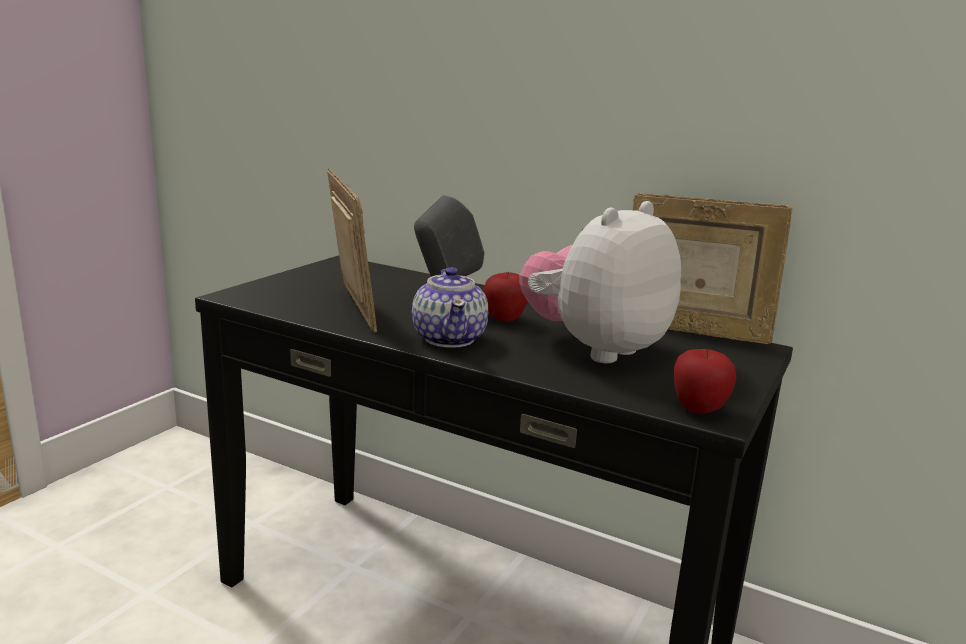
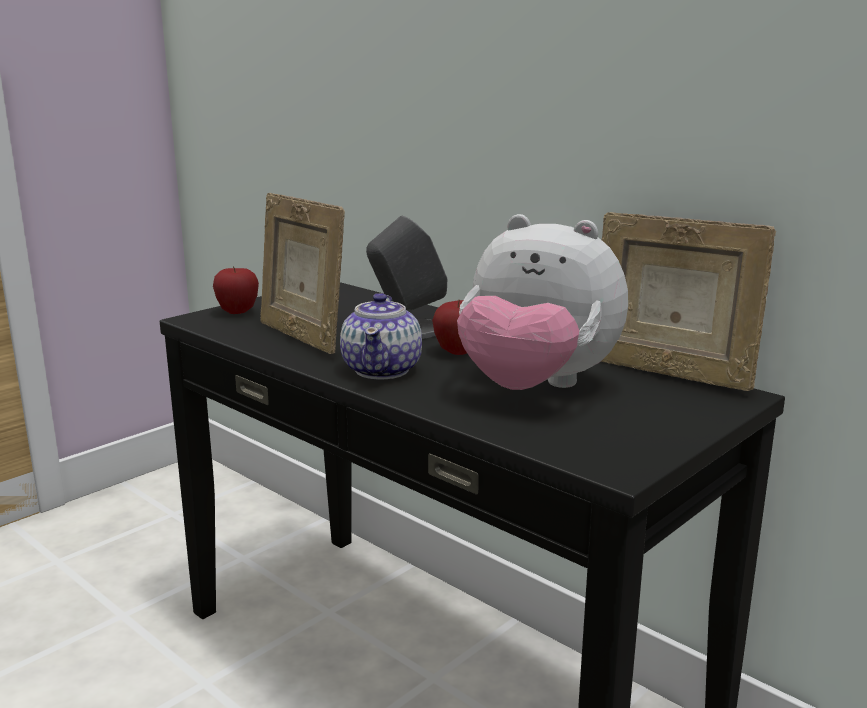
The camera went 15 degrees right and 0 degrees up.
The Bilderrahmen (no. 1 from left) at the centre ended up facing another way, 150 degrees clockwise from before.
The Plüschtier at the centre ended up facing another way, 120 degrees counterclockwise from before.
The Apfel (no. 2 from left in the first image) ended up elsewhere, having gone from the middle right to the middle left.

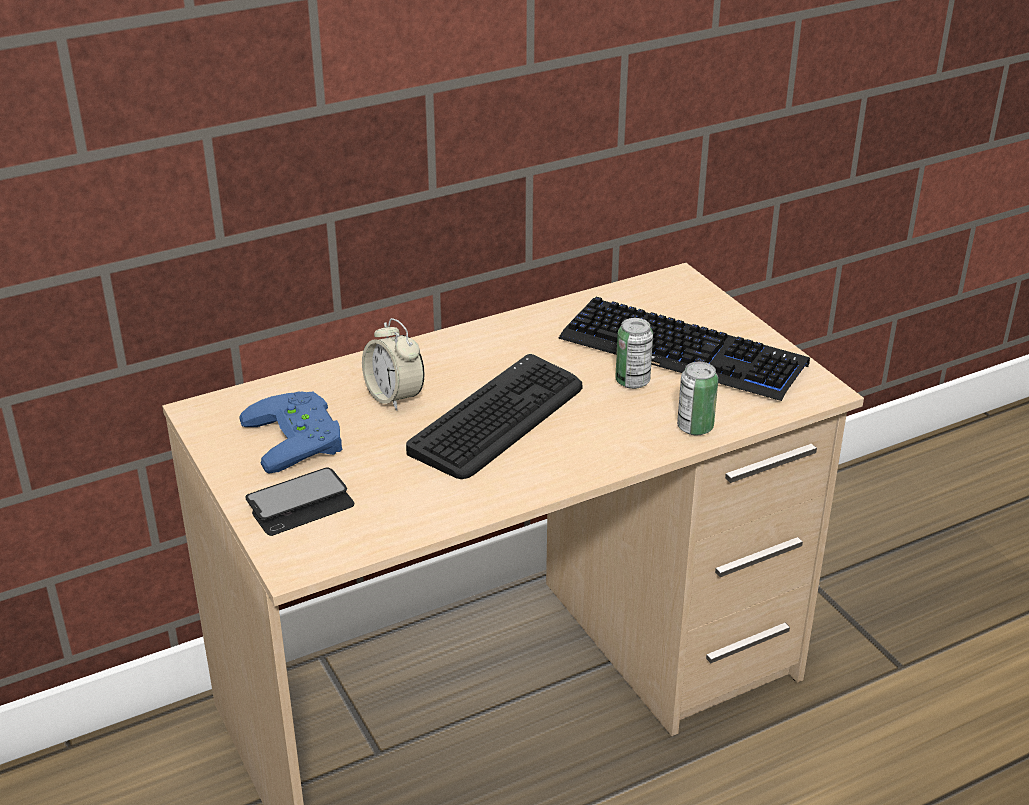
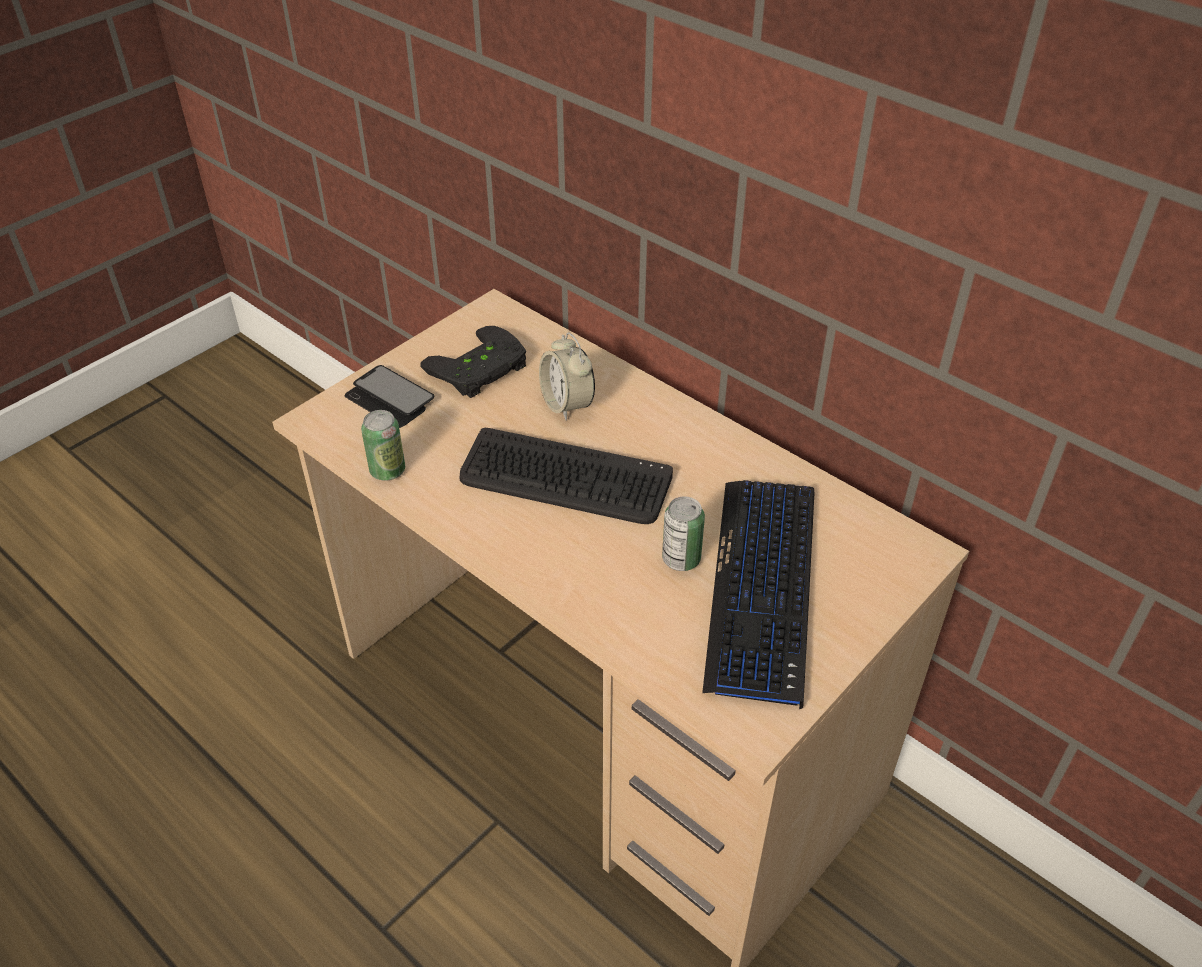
The camera went 70 degrees right and 10 degrees up.
What was the Gamepad (blau) at the middle left turned into the Gamepad (schwarz) at the centre.
The Wecker at the centre ended up facing another way, 60 degrees counterclockwise from before.
The Dose (no. 2 from left in the first image) ended up elsewhere, having gone from the middle right to the middle left.

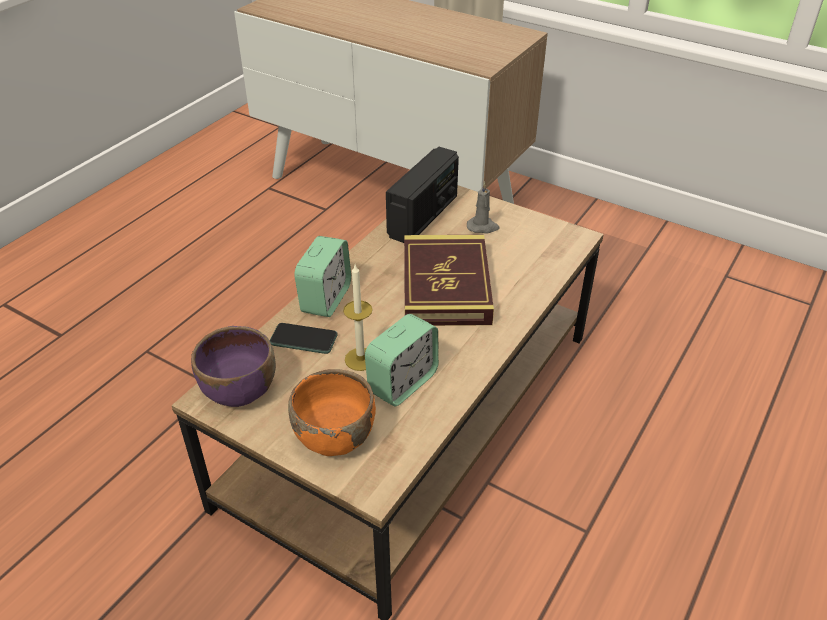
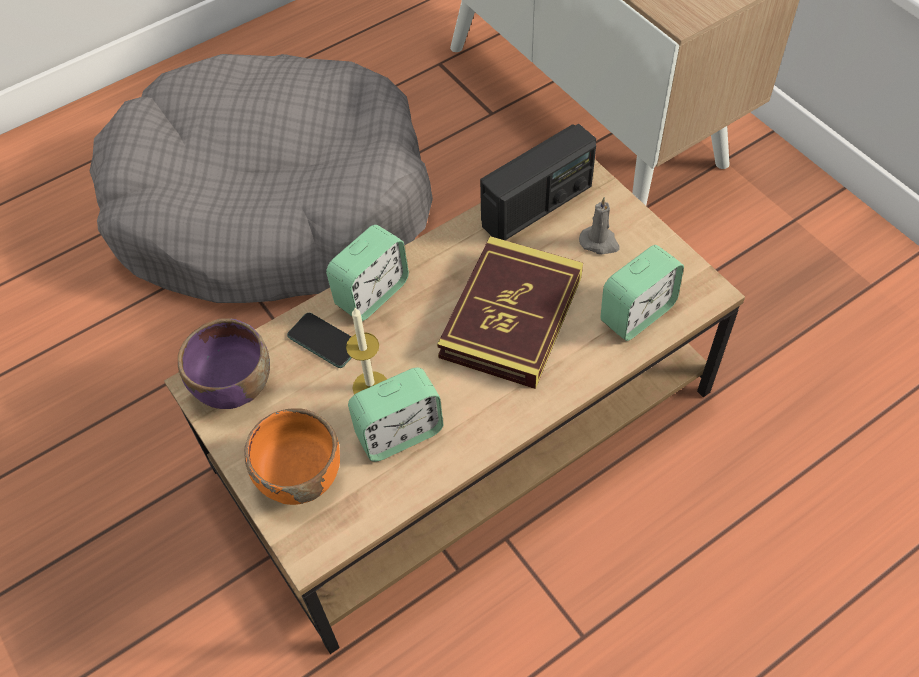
The camera went 25 degrees right and 15 degrees up.
The second view gained the Hundebett (grau) at the top left.
The second view gained the Wecker (no. 3 from left) at the middle right.

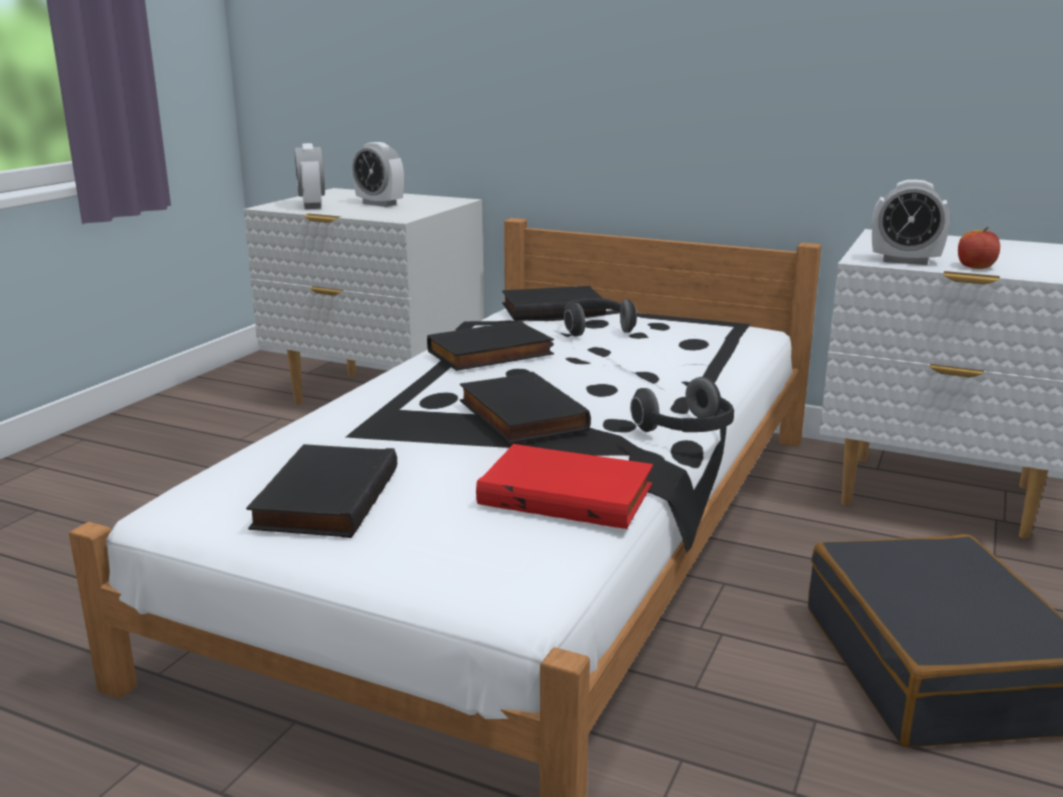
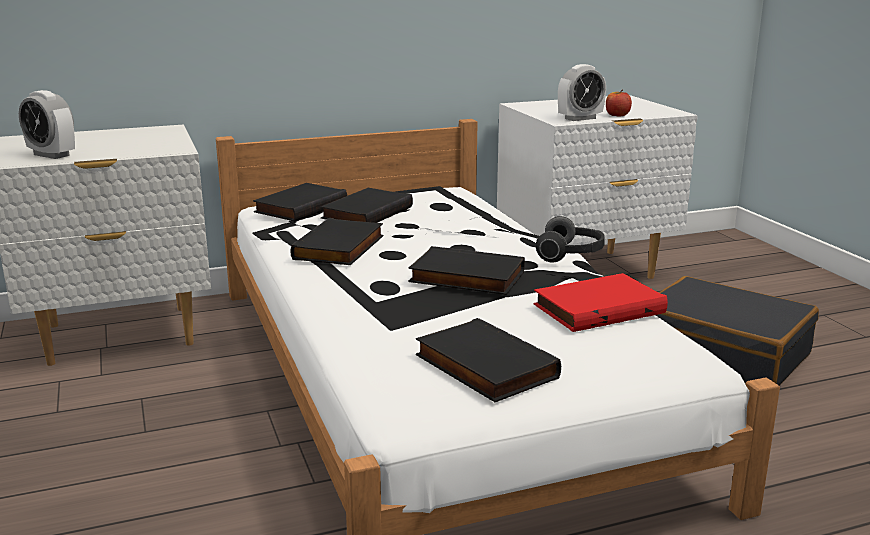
The camera went 45 degrees left and 0 degrees up.
The second view lost the Wecker (no. 2 from left) at the top centre.
Where the Kopfhörer (no. 1 from left) stood at the centre, the Buch (schwarz) (no. 3 from left) came to stand at the centre.

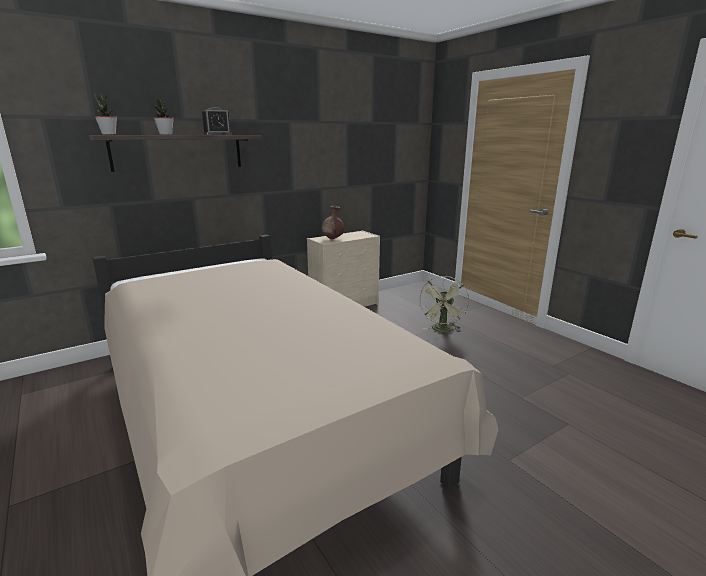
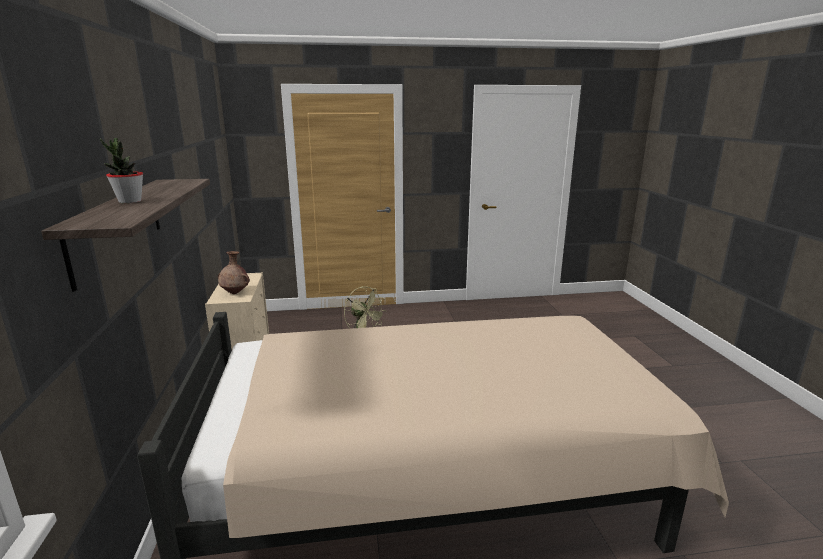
The camera went 65 degrees left and 0 degrees up.
The second view lost the Topfpflanze (no. 1 from left) at the top left.
The second view lost the Wecker at the top left.

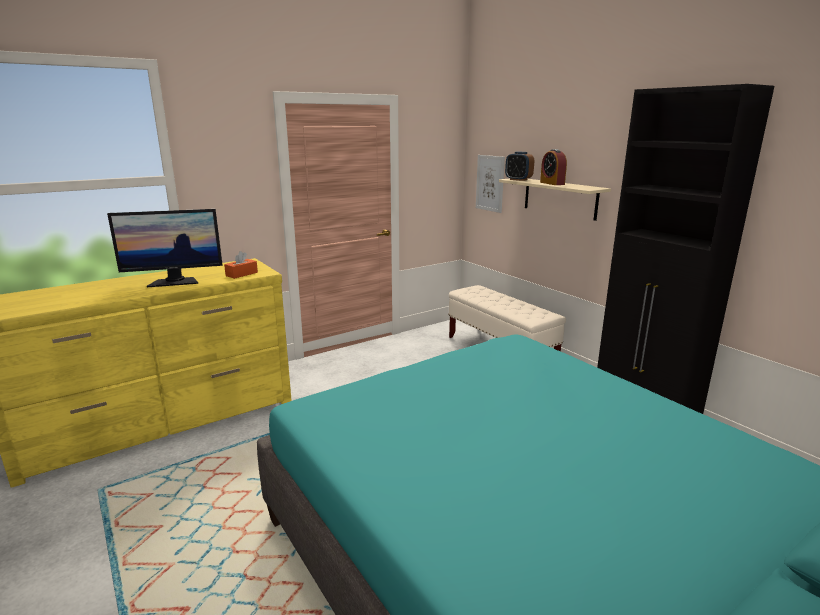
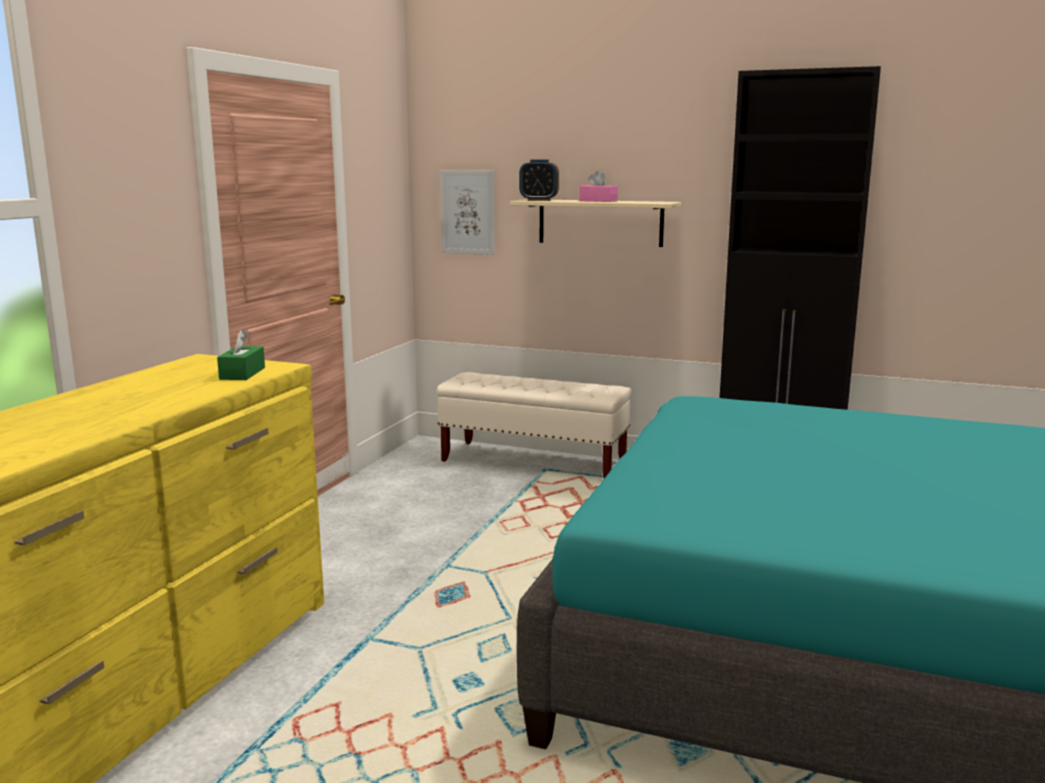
The camera went 35 degrees left and 5 degrees down.
The second view lost the Monitor at the middle left.
What was the Taschentuchbox (orange) at the middle left turned into the Taschentuchbox (grün) at the middle left.
Where the Wecker (no. 2 from left) stood at the top right, the Taschentuchbox (rosa) came to stand at the top centre.

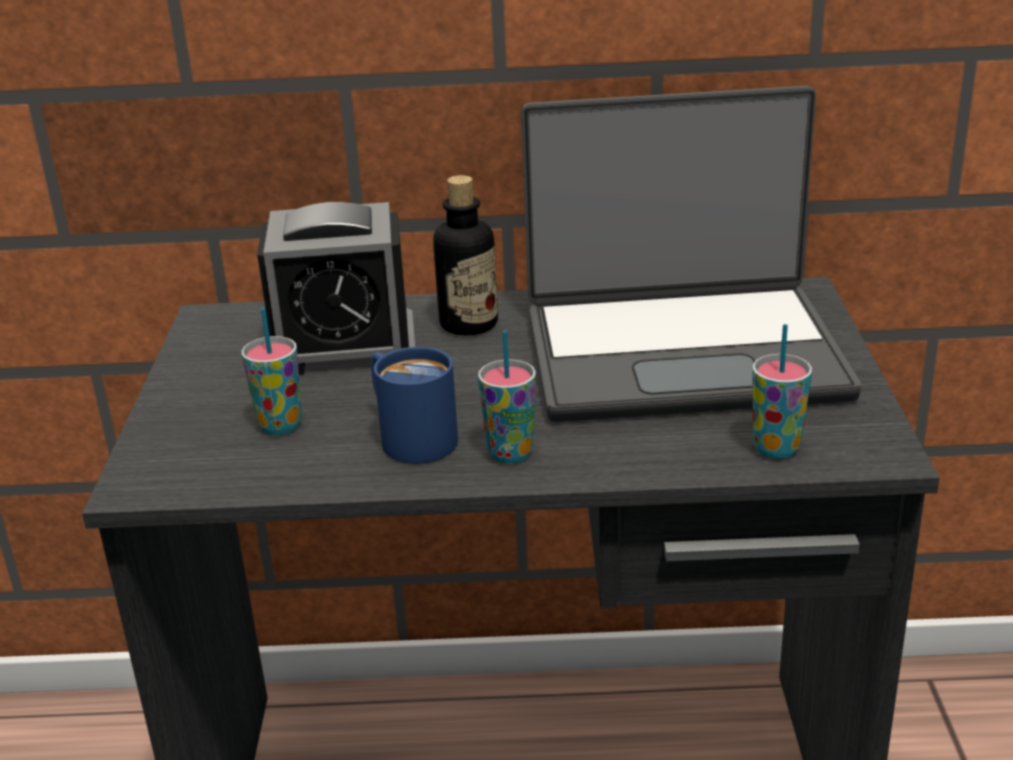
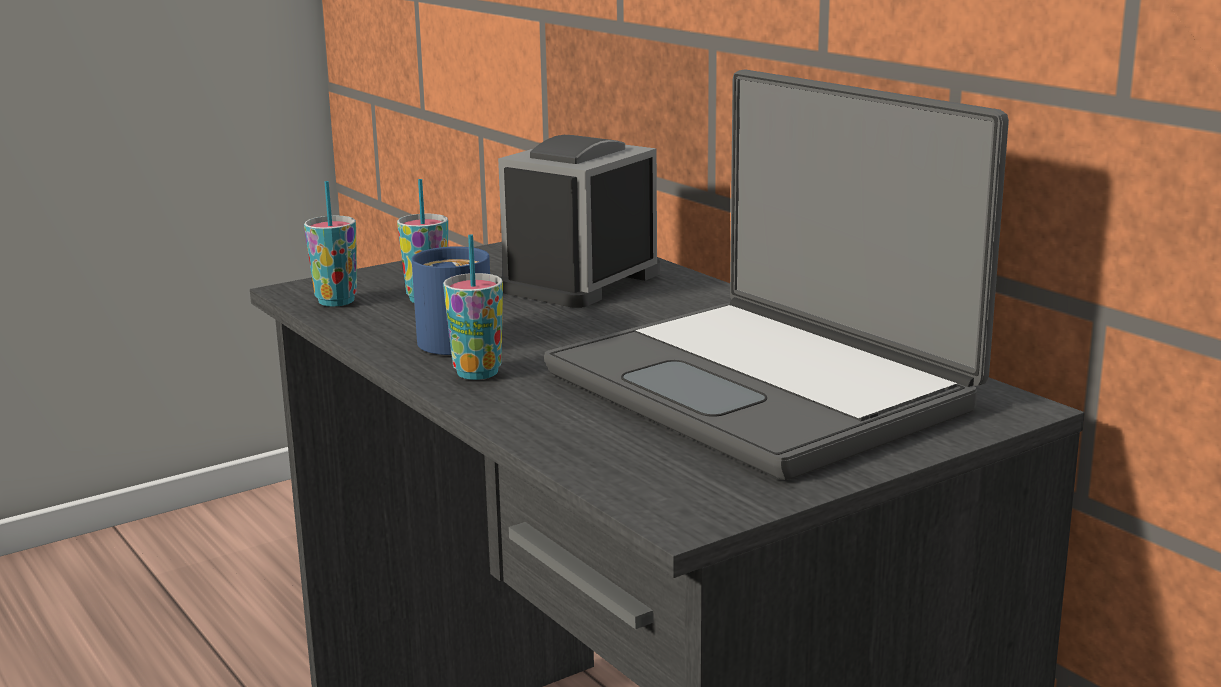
The camera went 55 degrees right and 10 degrees down.
The Wecker at the middle left ended up facing another way, 75 degrees clockwise from before.
The second view lost the Flasche at the centre.
The Tasse (no. 3 from left in the first image) ended up elsewhere, having gone from the middle right to the middle left.

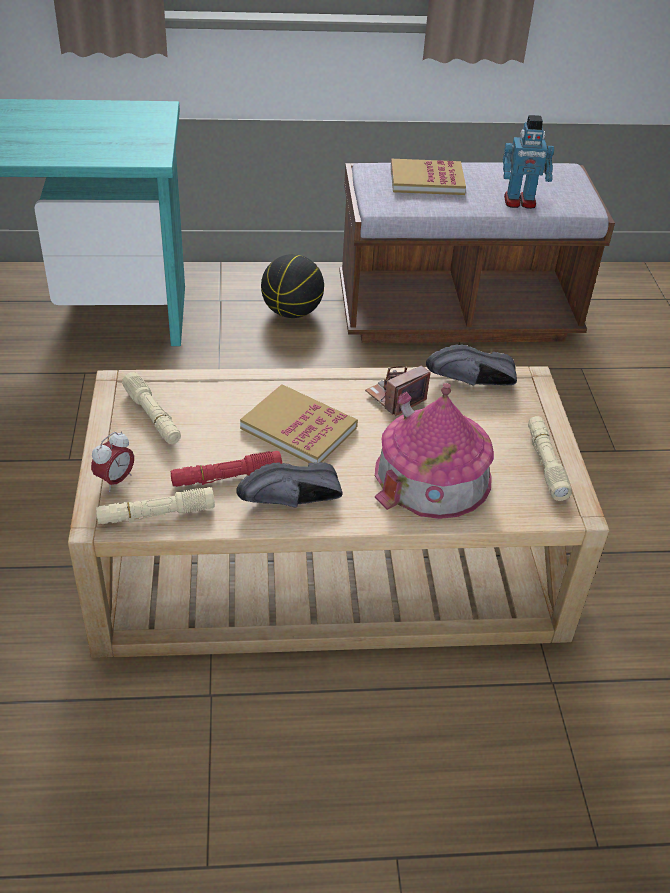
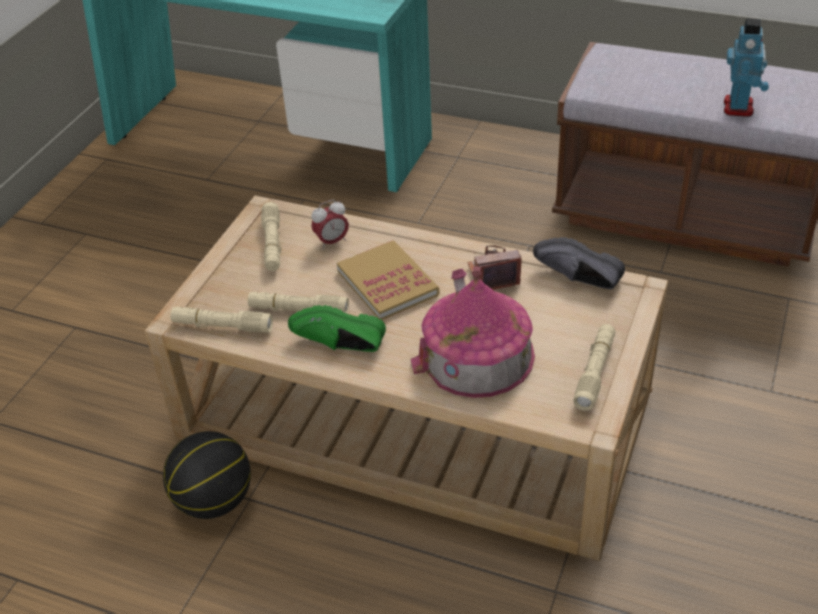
The camera went 30 degrees right and 0 degrees up.
The Wecker ended up elsewhere, having gone from the middle left to the centre.
What was the Taschenlampe (rot) at the centre turned into the Taschenlampe (beige) (no. 3 from left) at the centre.
What was the Schuh (schwarz) (no. 1 from left) at the centre turned into the Schuh (grün) at the centre.
The Basketball ended up elsewhere, having gone from the top centre to the bottom left.
The second view lost the Buch (no. 2 from left) at the top centre.
The Spielzeugroboter at the top right ended up facing another way, 105 degrees counterclockwise from before.

